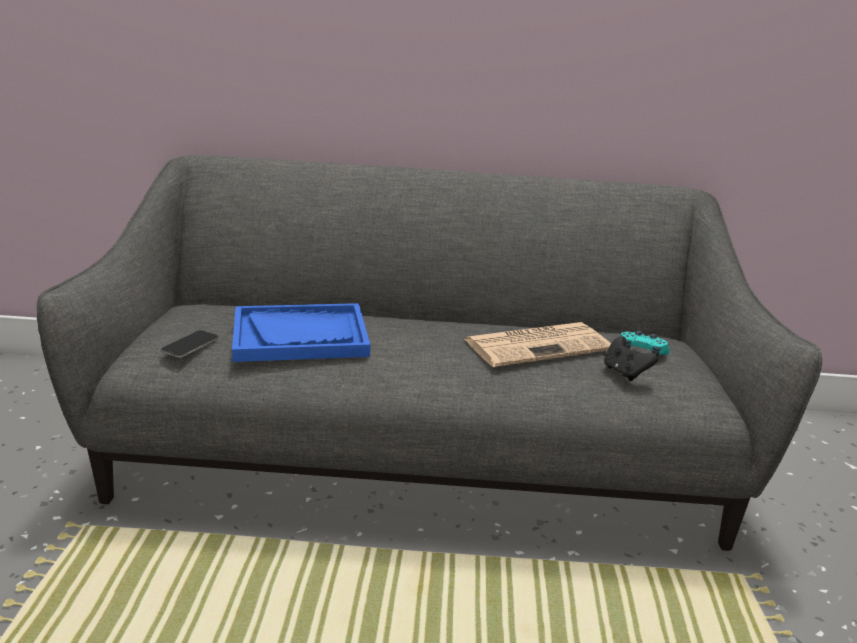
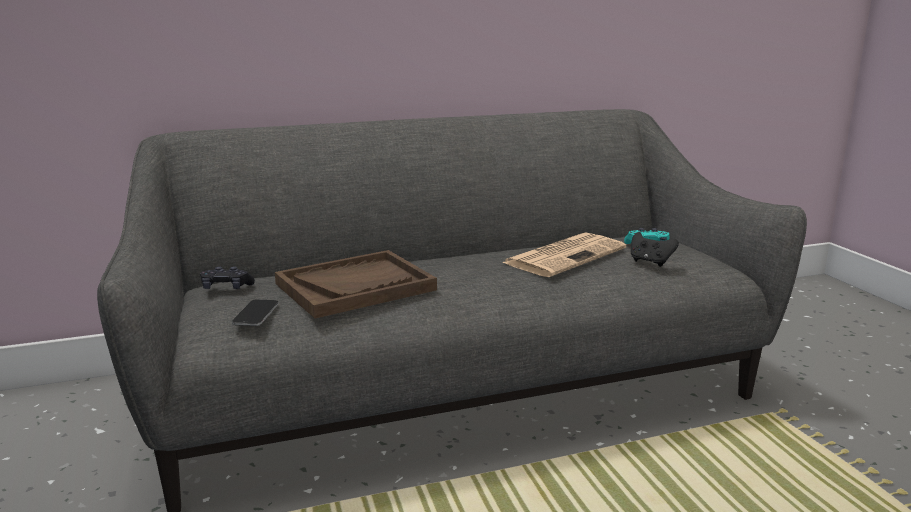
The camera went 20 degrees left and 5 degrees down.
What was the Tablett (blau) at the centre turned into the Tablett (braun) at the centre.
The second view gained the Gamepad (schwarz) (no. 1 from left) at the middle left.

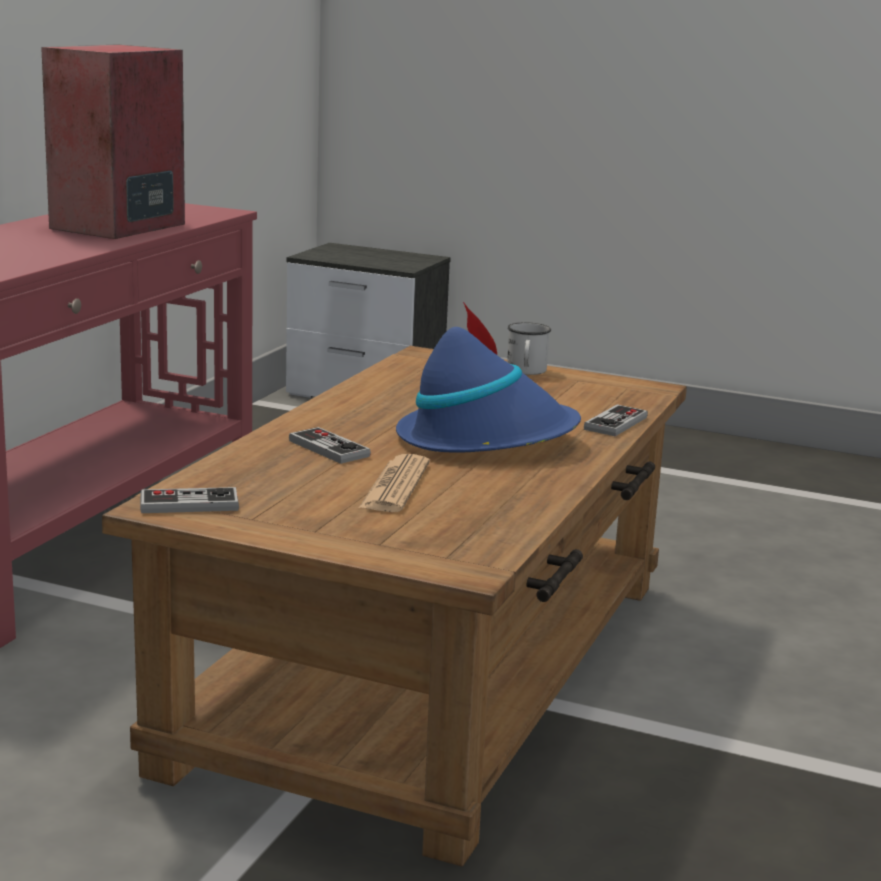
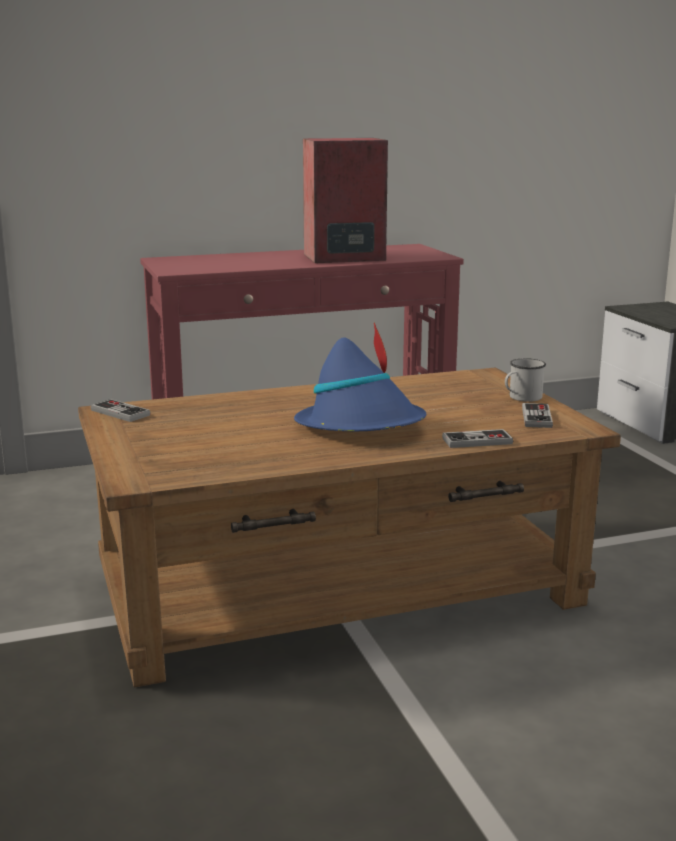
The camera went 50 degrees right and 0 degrees up.
The Gamepad (no. 2 from left in the first image) ended up elsewhere, having gone from the centre to the middle right.
The second view lost the Zeitung at the centre.

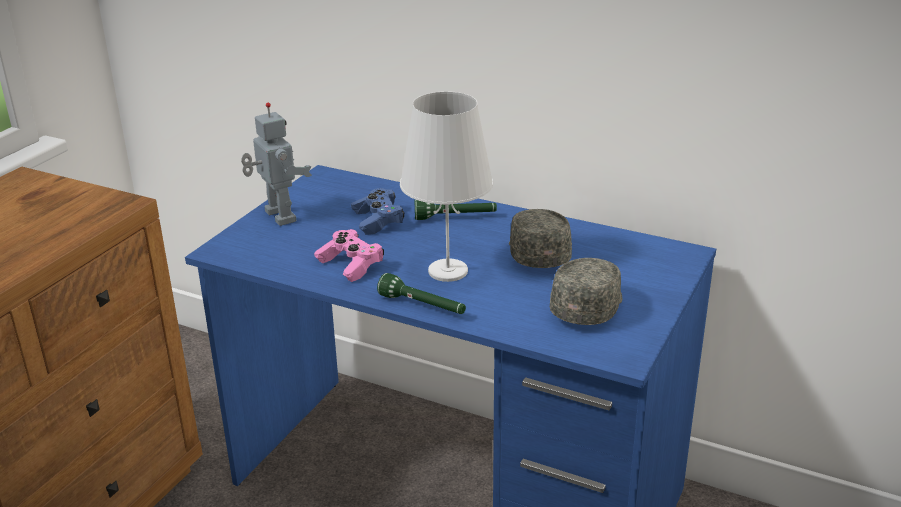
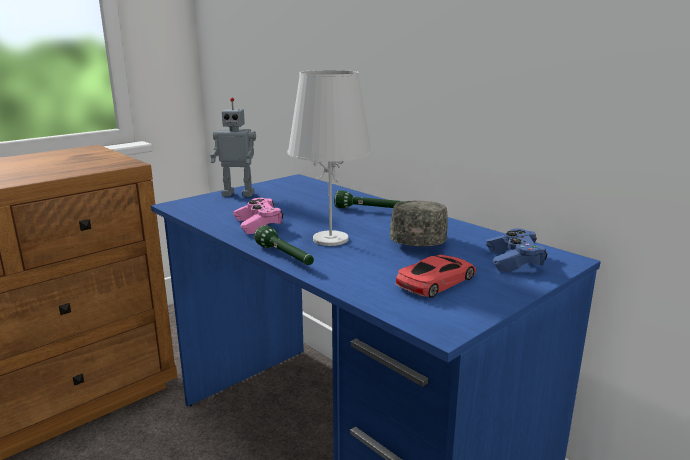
The camera went 20 degrees right and 10 degrees down.
The Spielzeugroboter at the top left ended up facing another way, 105 degrees clockwise from before.
The Gamepad (blau) ended up elsewhere, having gone from the centre to the middle right.
Where the Kappe (grau) (no. 2 from left) stood at the centre, the Spielzeugauto (rot) came to stand at the centre.

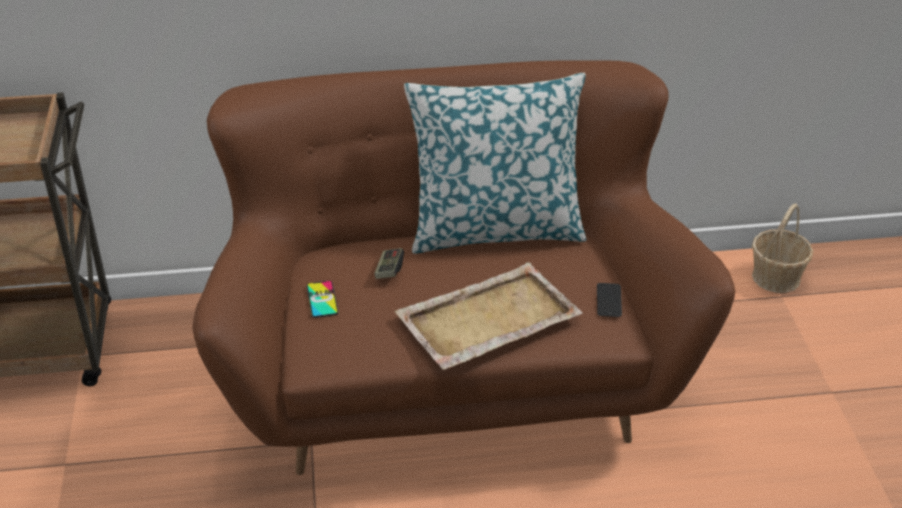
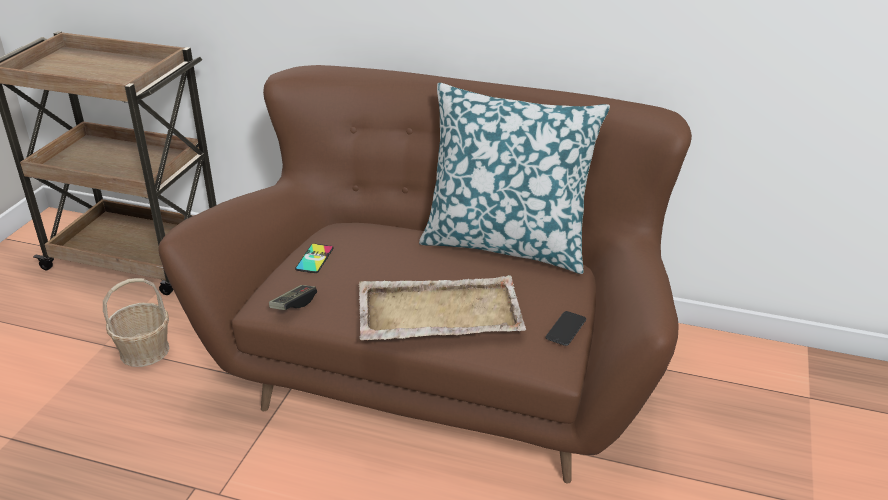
The camera went 25 degrees right and 5 degrees down.
The Gamepad ended up elsewhere, having gone from the centre to the middle left.
The Korb ended up elsewhere, having gone from the middle right to the middle left.

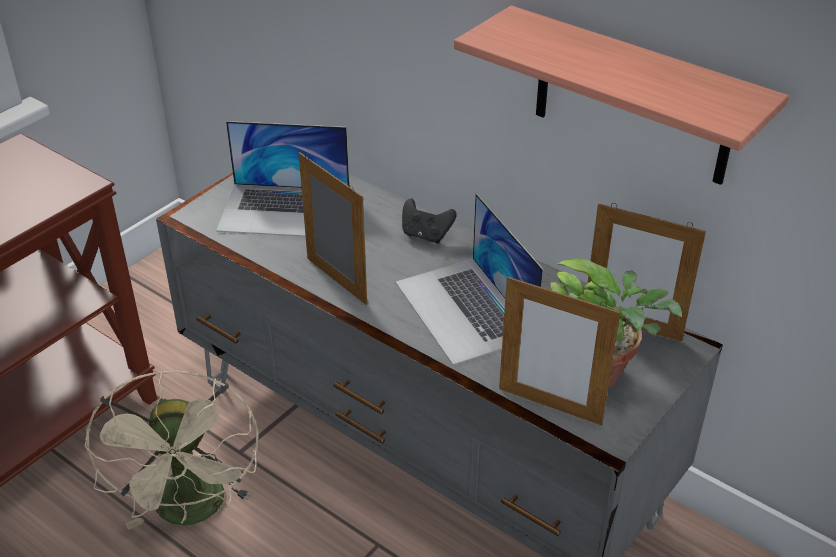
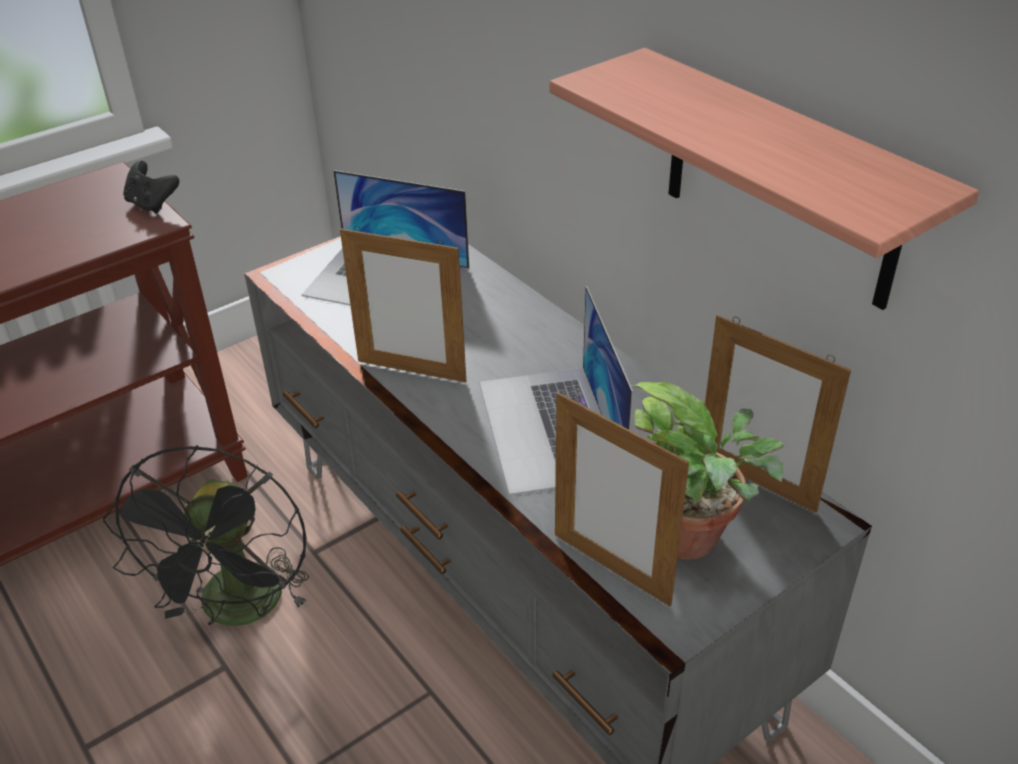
The camera went 15 degrees right and 0 degrees up.
What was the Ventilator (beige) at the bottom left turned into the Ventilator (schwarz) at the bottom left.
The Bilderrahmen (no. 1 from left) at the centre ended up facing another way, 135 degrees clockwise from before.
The Gamepad (schwarz) ended up elsewhere, having gone from the centre to the top left.

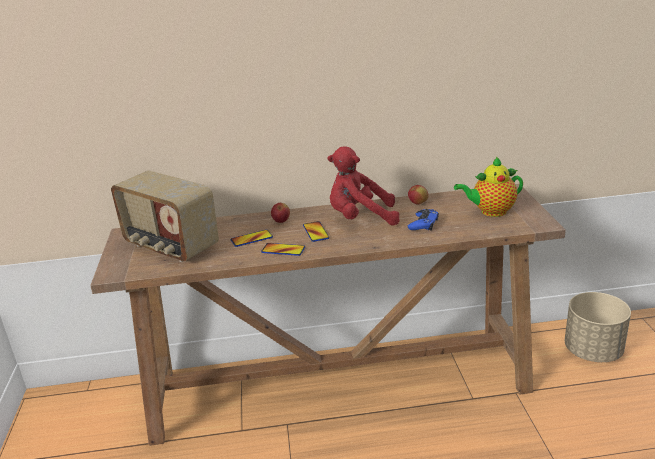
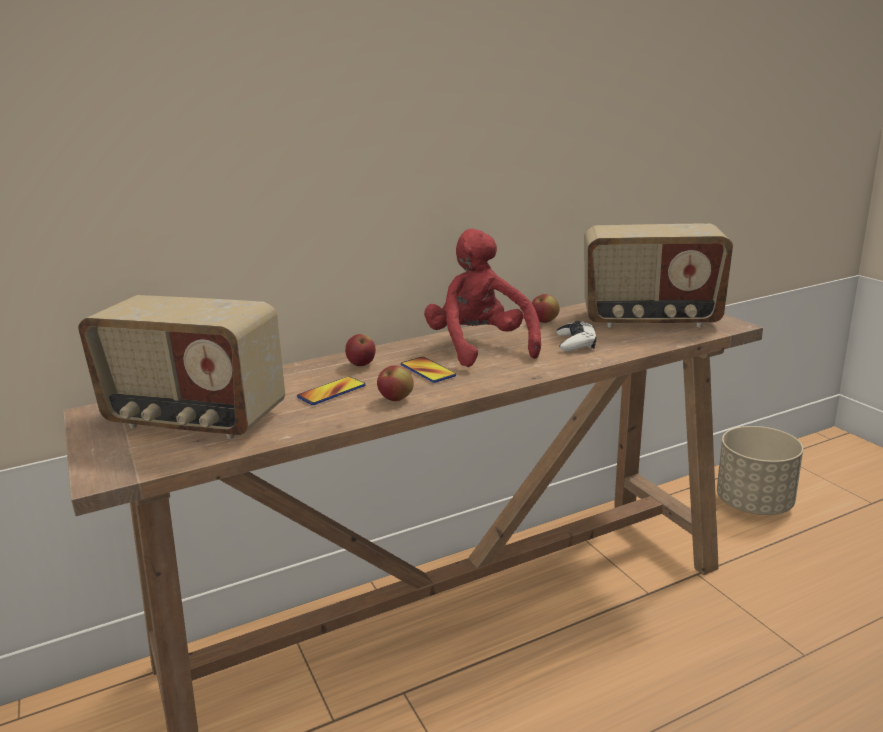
The camera went 20 degrees left and 5 degrees down.
Where the Handy (no. 2 from left) stood at the centre, the Apfel (no. 2 from left) came to stand at the centre.
The Plüschtier (rot) at the centre ended up facing another way, 90 degrees clockwise from before.
What was the Gamepad (blau) at the centre turned into the Gamepad (weiß) at the centre.
Where the Teekanne stood at the middle right, the Radio (no. 2 from left) came to stand at the middle right.

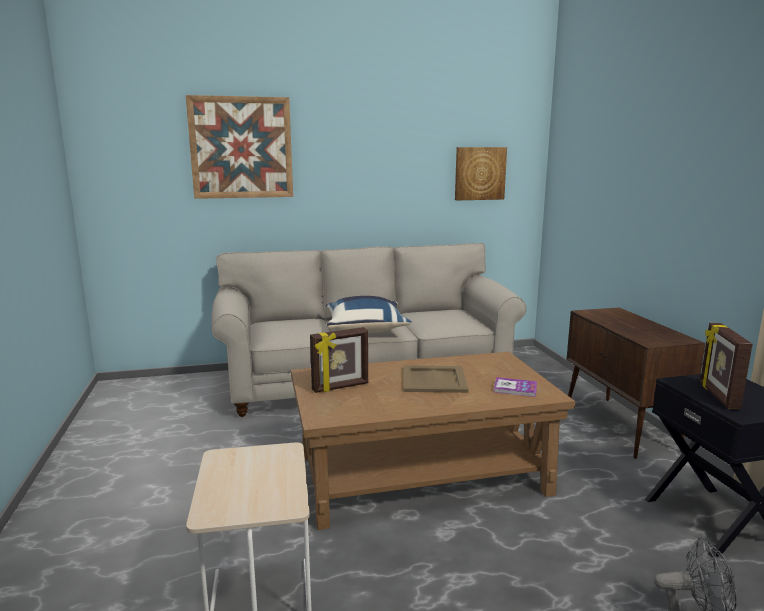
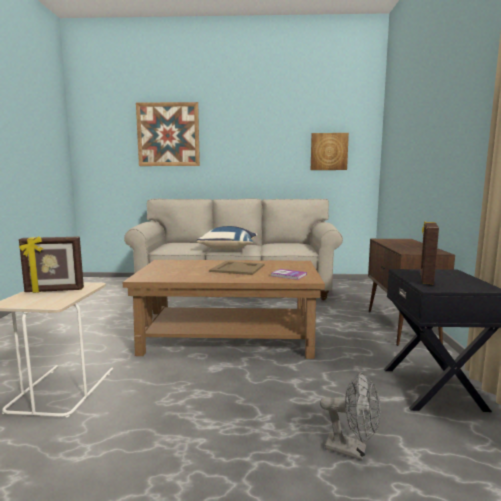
The camera went 15 degrees right and 5 degrees down.
The Bilderrahmen (no. 1 from left) ended up elsewhere, having gone from the centre to the middle left.

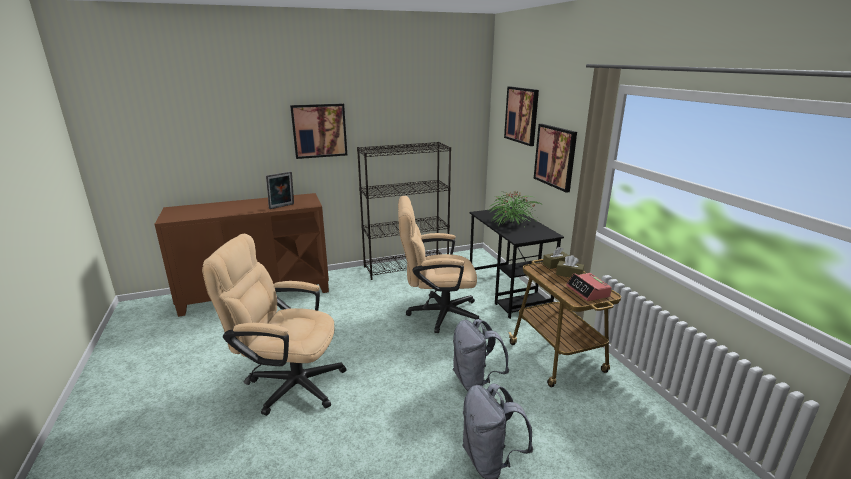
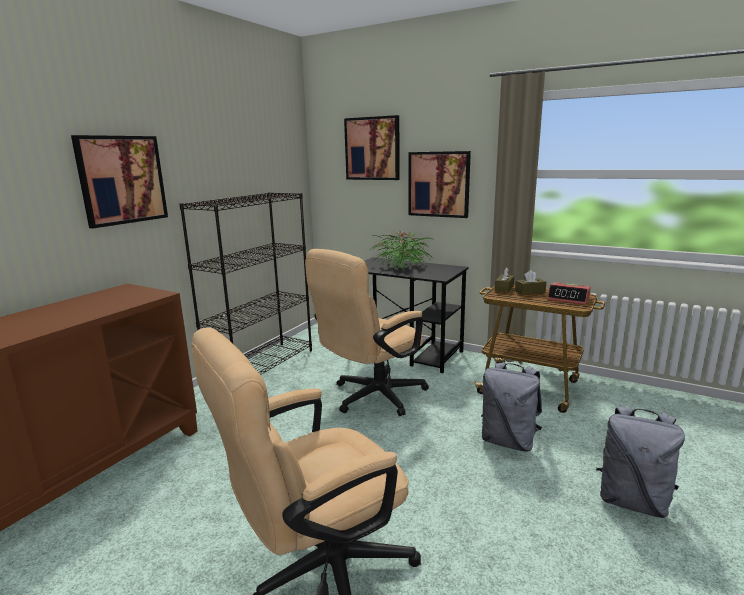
The camera went 40 degrees left and 5 degrees down.
The second view lost the Bilderrahmen at the middle left.

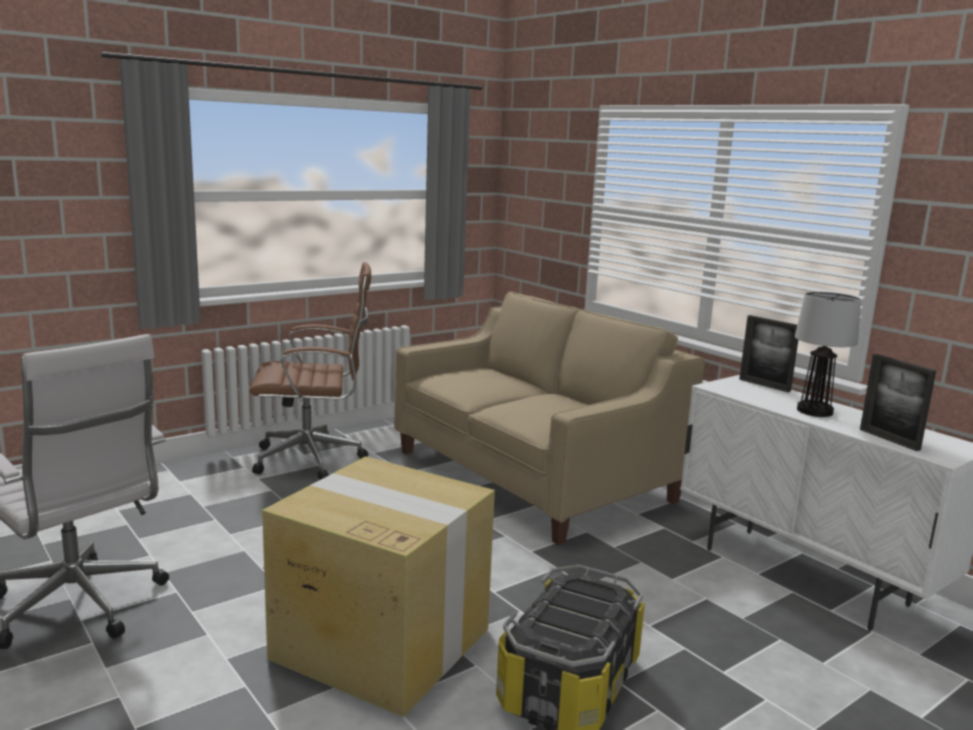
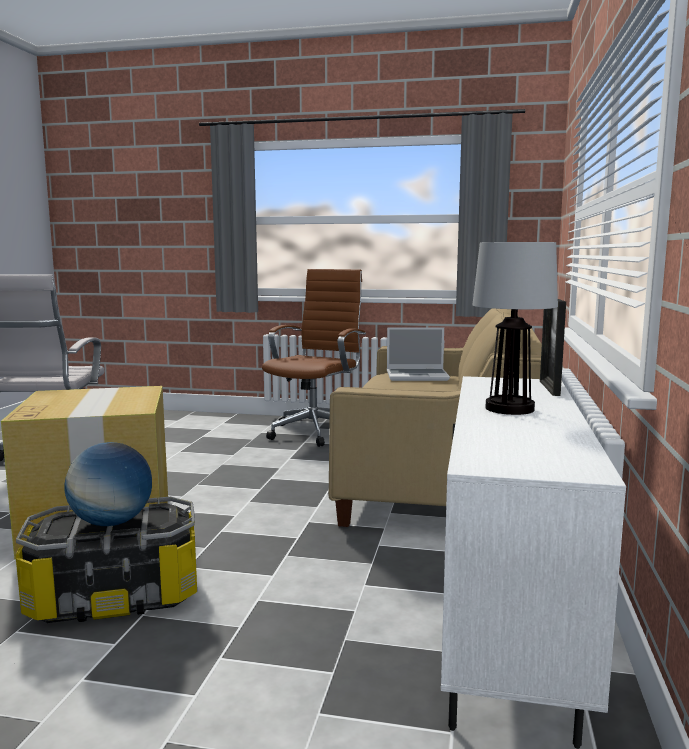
The camera went 50 degrees right and 5 degrees down.
The Bürostuhl (braun) at the middle left ended up facing another way, 105 degrees counterclockwise from before.
The second view lost the Bilderrahmen (no. 2 from left) at the middle right.
The second view gained the Globus at the middle left.
The second view gained the Laptop at the centre.

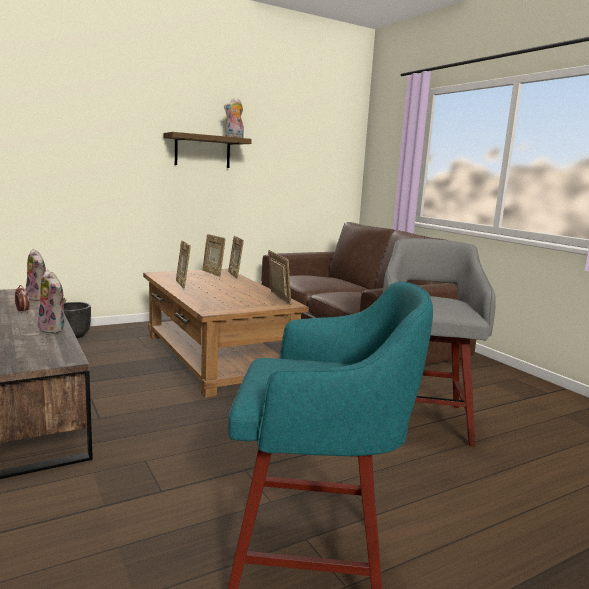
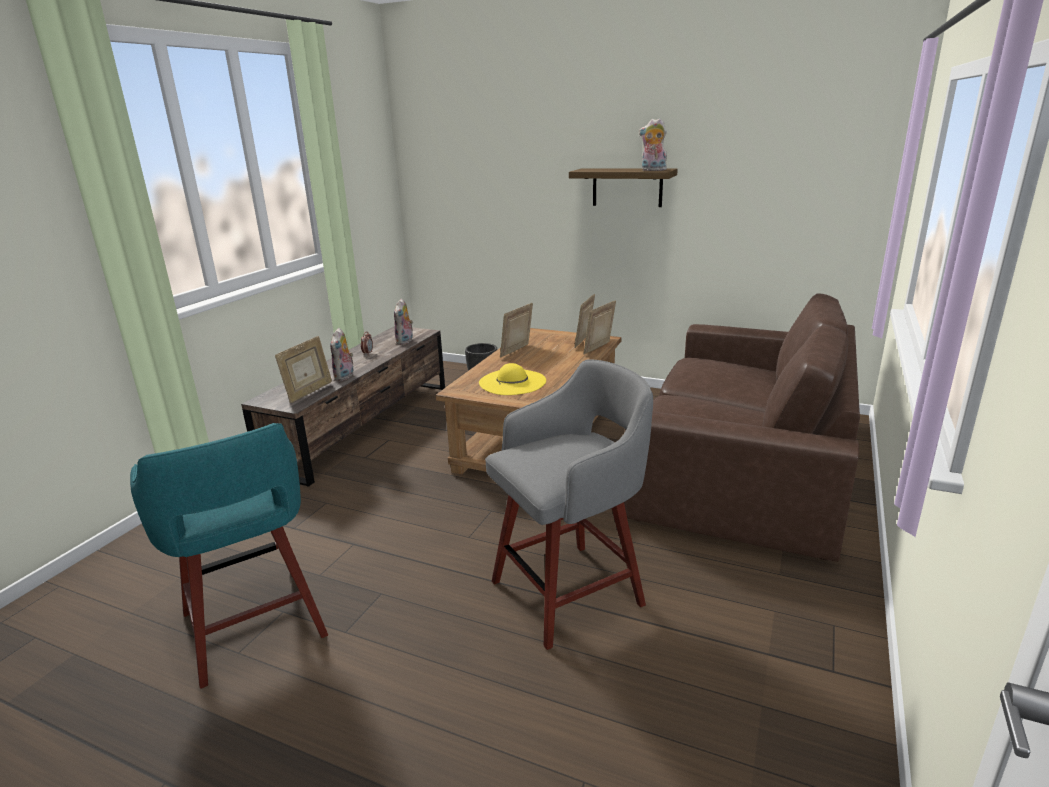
The camera went 55 degrees right and 10 degrees up.
The Bilderrahmen (no. 4 from left in the first image) ended up elsewhere, having gone from the centre to the middle left.
The second view gained the Hut (gelb) at the centre.

